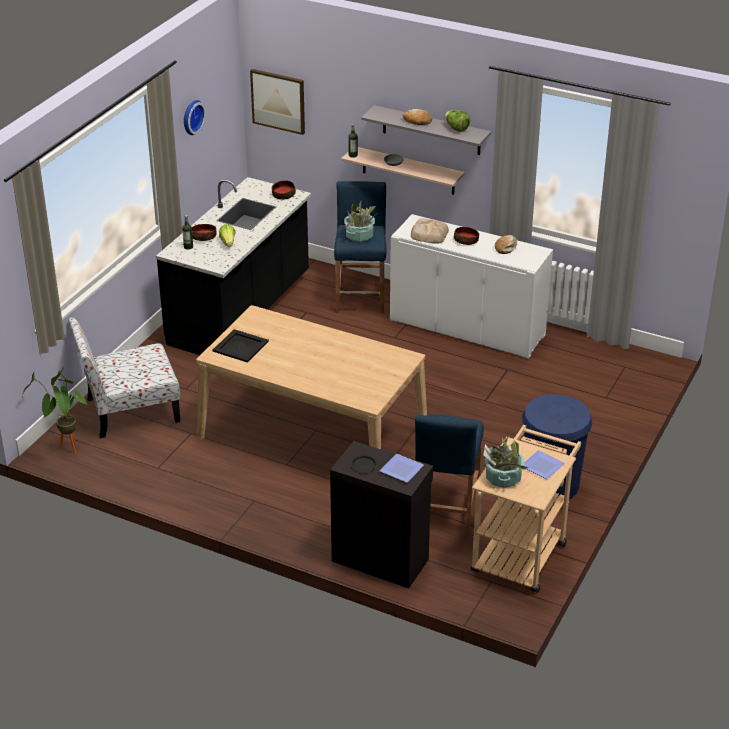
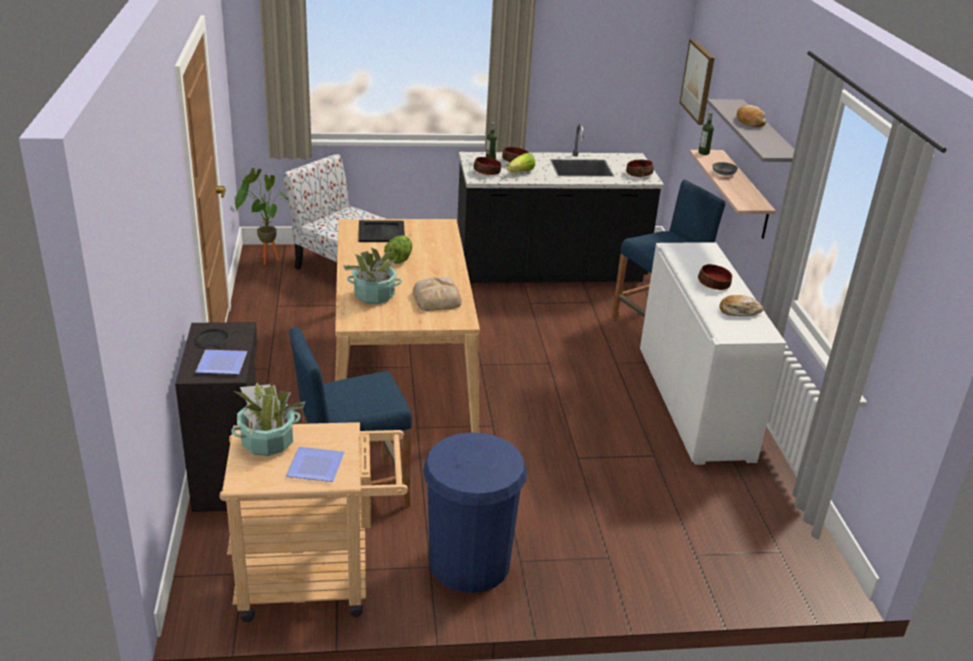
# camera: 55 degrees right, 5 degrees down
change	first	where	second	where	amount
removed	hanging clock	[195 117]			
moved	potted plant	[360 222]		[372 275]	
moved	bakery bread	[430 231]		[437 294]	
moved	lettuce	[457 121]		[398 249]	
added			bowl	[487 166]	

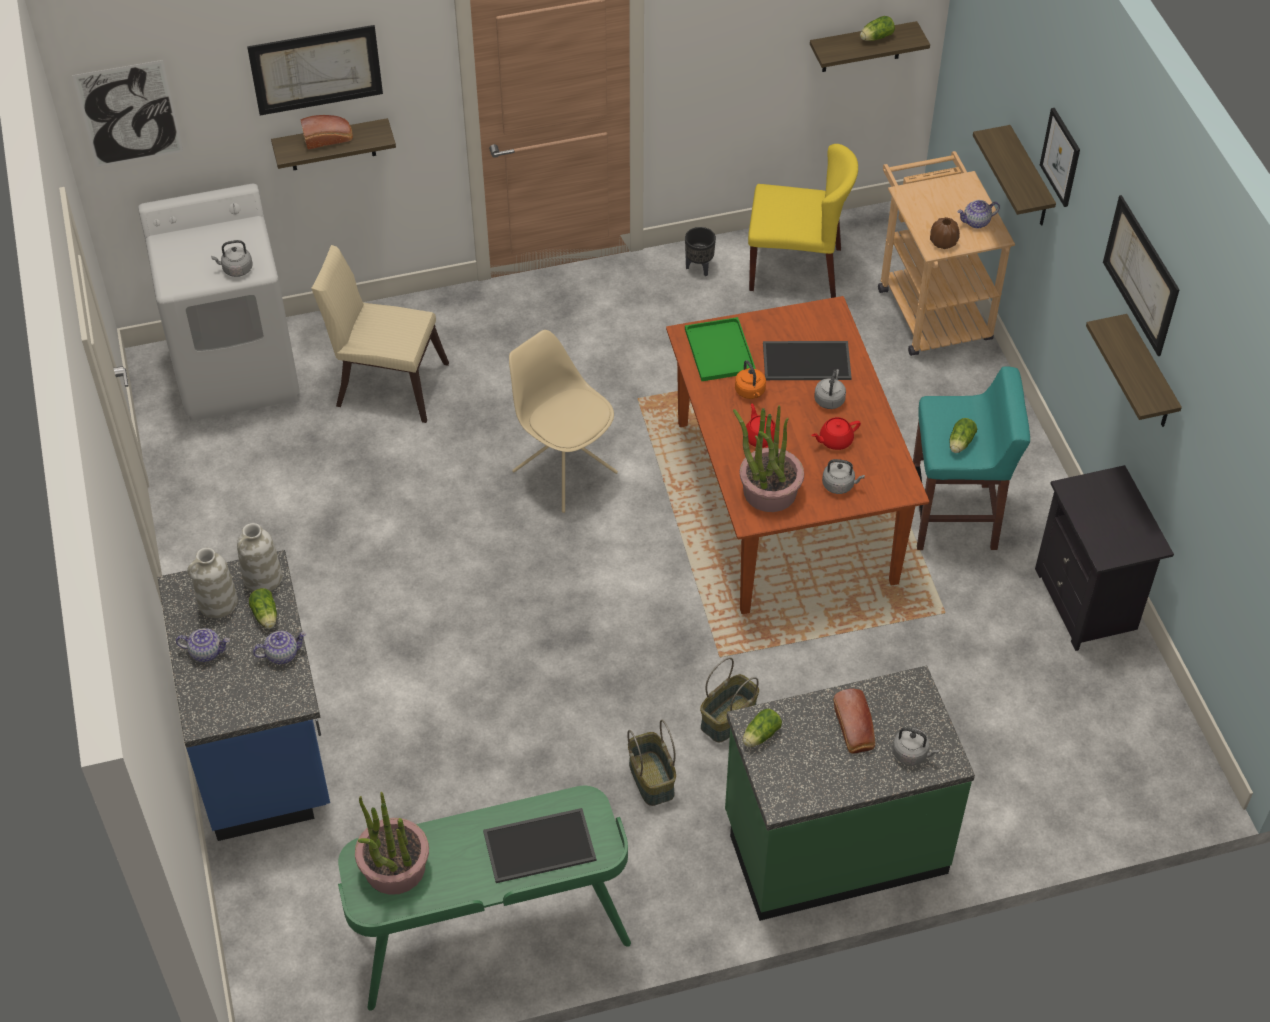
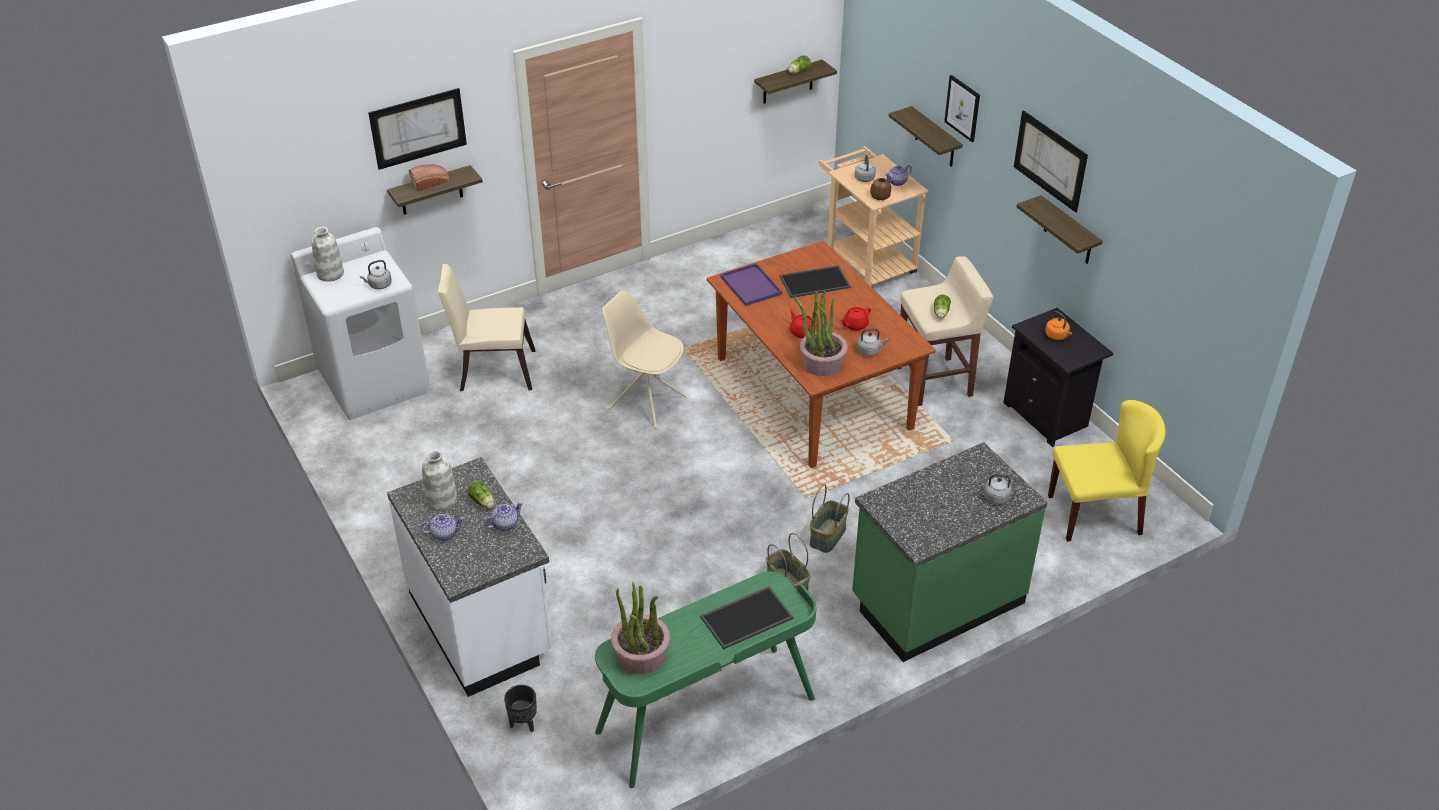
# camera: 15 degrees left, 10 degrees down
change	first	where	second	where	amount
removed	picture	[127 113]			
recoloured	kitchen base unit (blue)	[244 695]	kitchen base unit (white)	[469 577]	
moved	flower vase (white)	[259 557]		[328 254]	
moved	planter (blackish)	[700 251]		[520 708]	
recoloured	carrying tray (green-coloured)	[720 349]	carrying tray (purplish)	[751 284]	
moved	kettle (orange)	[750 379]		[1058 325]	
removed	lettuce	[762 728]			
moved	plain chair (yellowish)	[803 221]		[1107 471]	
moved	kettle (greyish)	[830 389]		[865 168]	
removed	bakery bread	[854 721]			
recoloured	stool seat (blue-green)	[971 458]	stool seat (beige-coloured)	[945 331]	

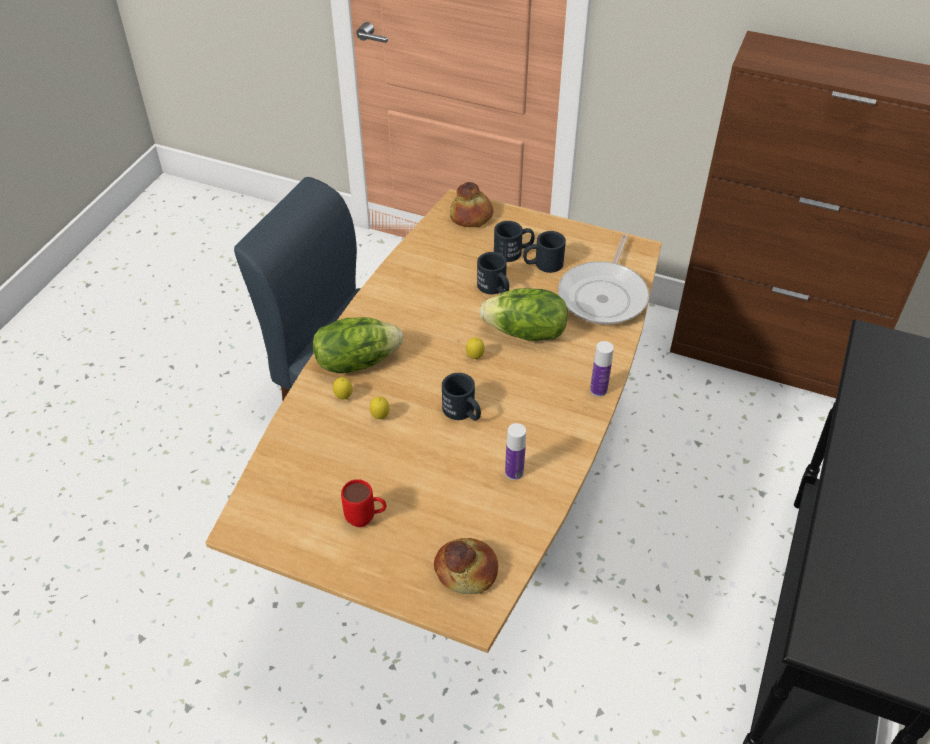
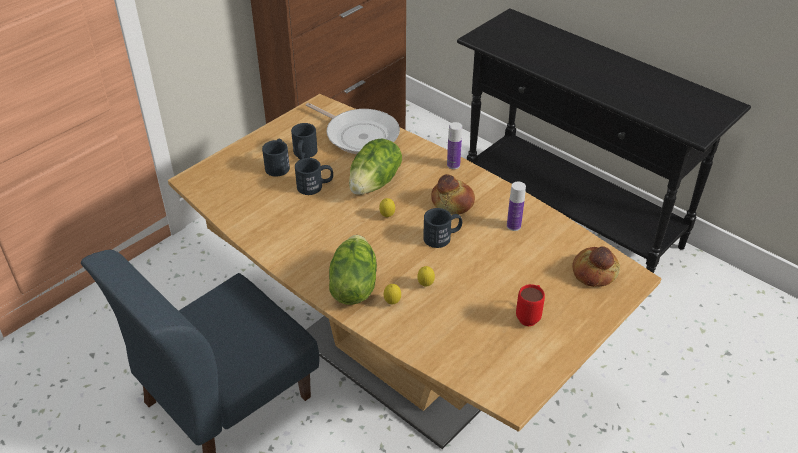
# camera: 70 degrees left, 5 degrees down
change	first	where	second	where	amount
moved	bakery bread	[471 204]		[453 194]	

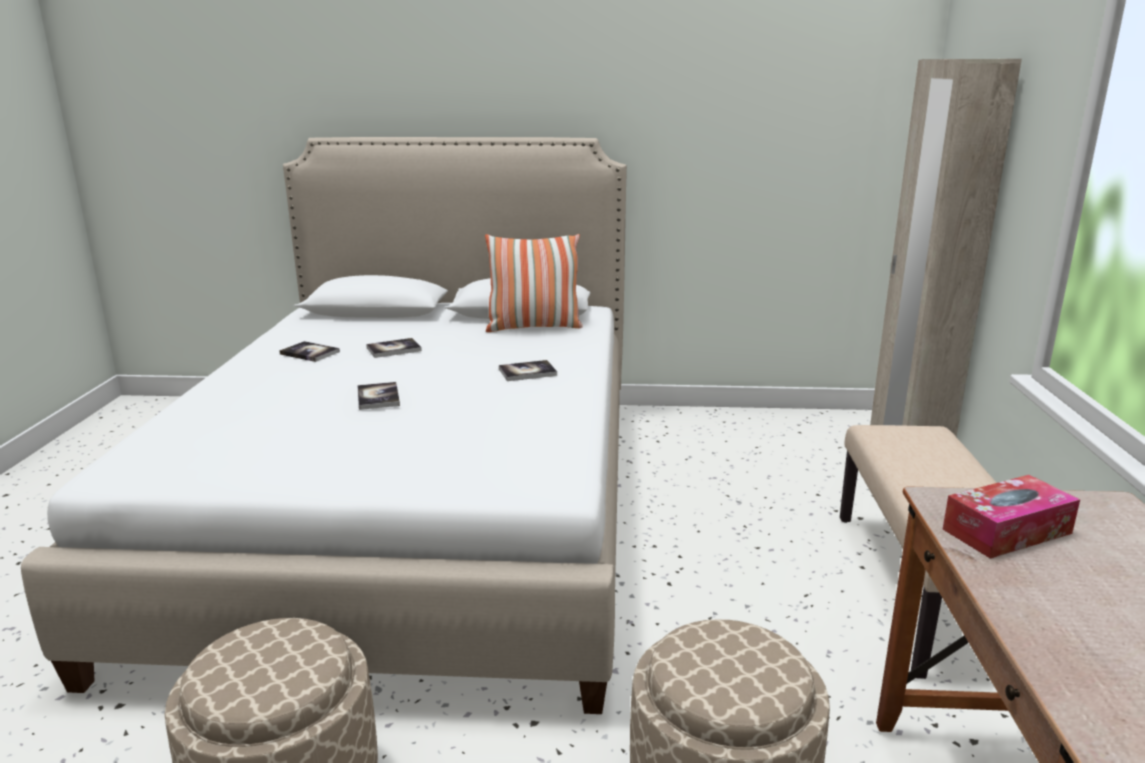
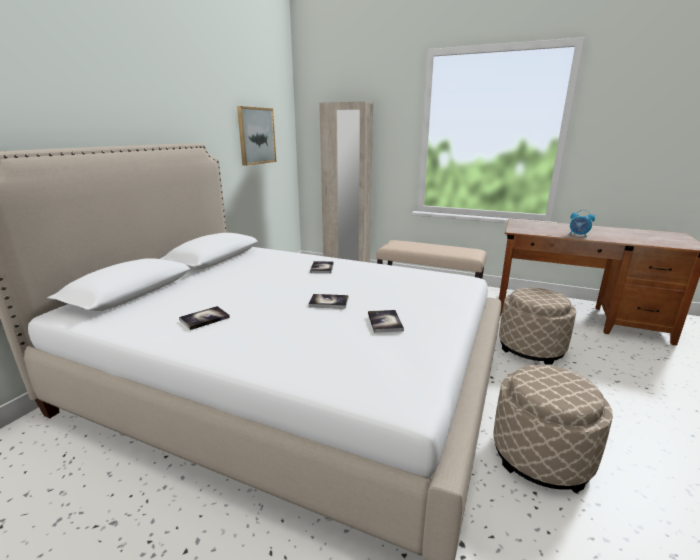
# camera: 70 degrees left, 0 degrees up
change	first	where	second	where	amount
moved	volume	[394 348]		[386 321]	
removed	throw pillow	[534 283]			
removed	box of tissues	[1011 517]			
added			picture	[256 136]	
added			bedside clock	[582 223]	

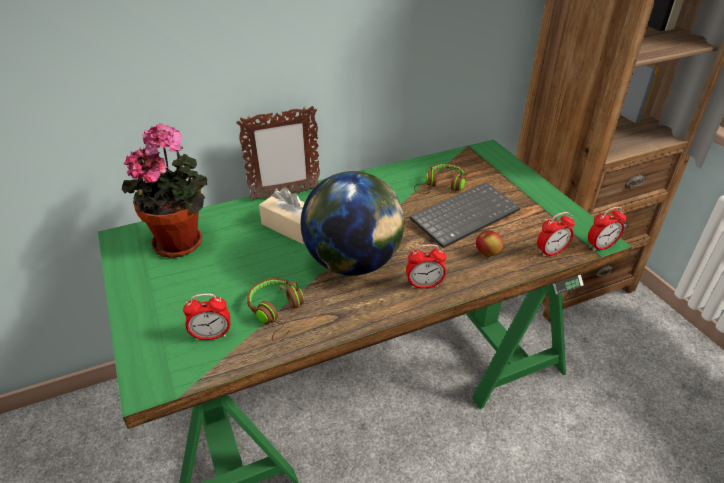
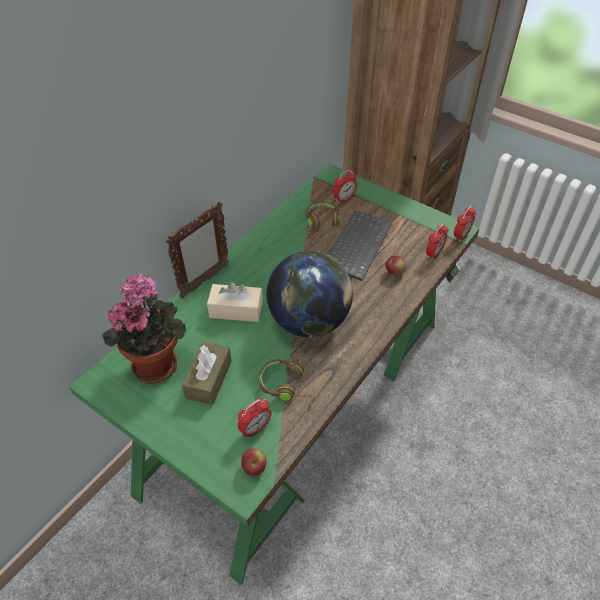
# camera: 30 degrees left, 10 degrees up
change	first	where	second	where	amount
moved	bedside clock	[426 266]		[345 187]	
added			box of tissues (brown)	[207 373]	
added			whole apple	[253 462]	

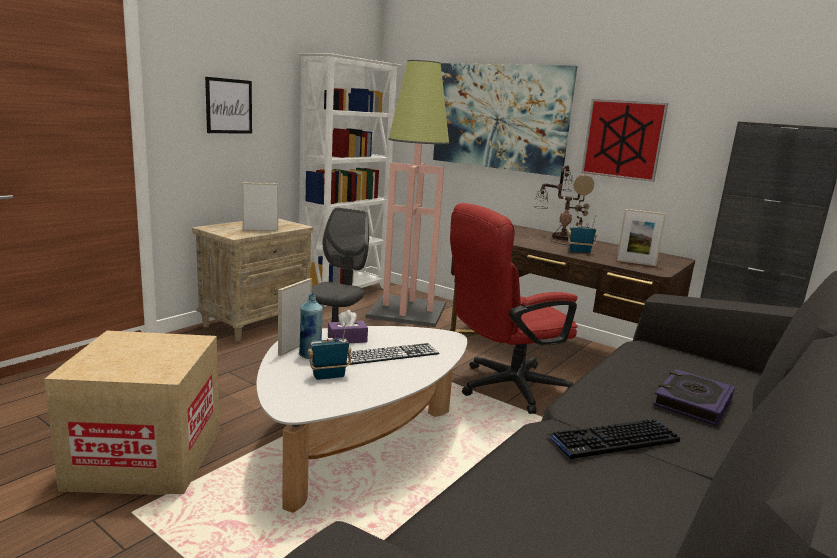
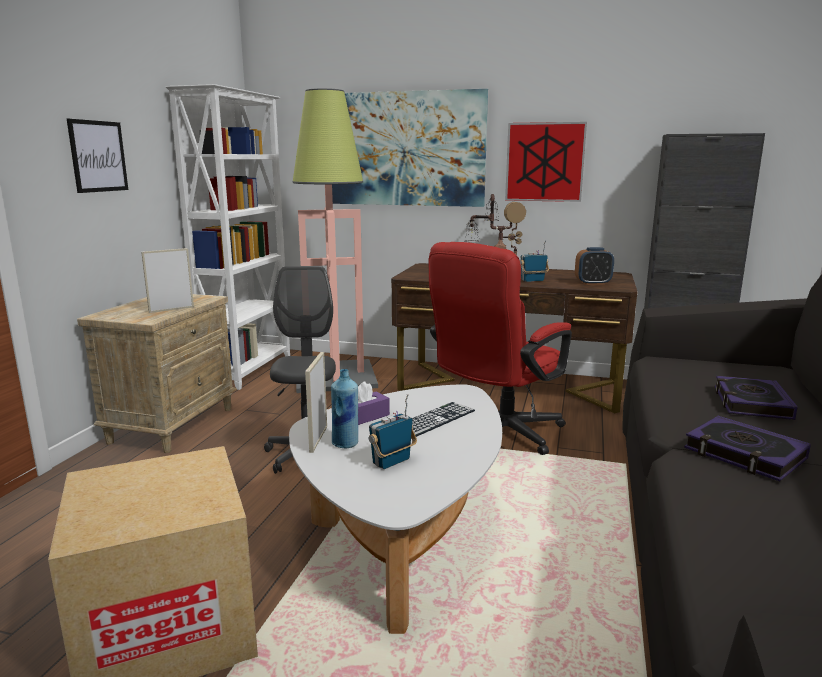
# camera: 20 degrees left, 0 degrees up
change	first	where	second	where	amount
replaced	computer keyboard	[613 439]	volume	[747 448]	
replaced	photo frame	[641 237]	bedside clock	[594 266]	

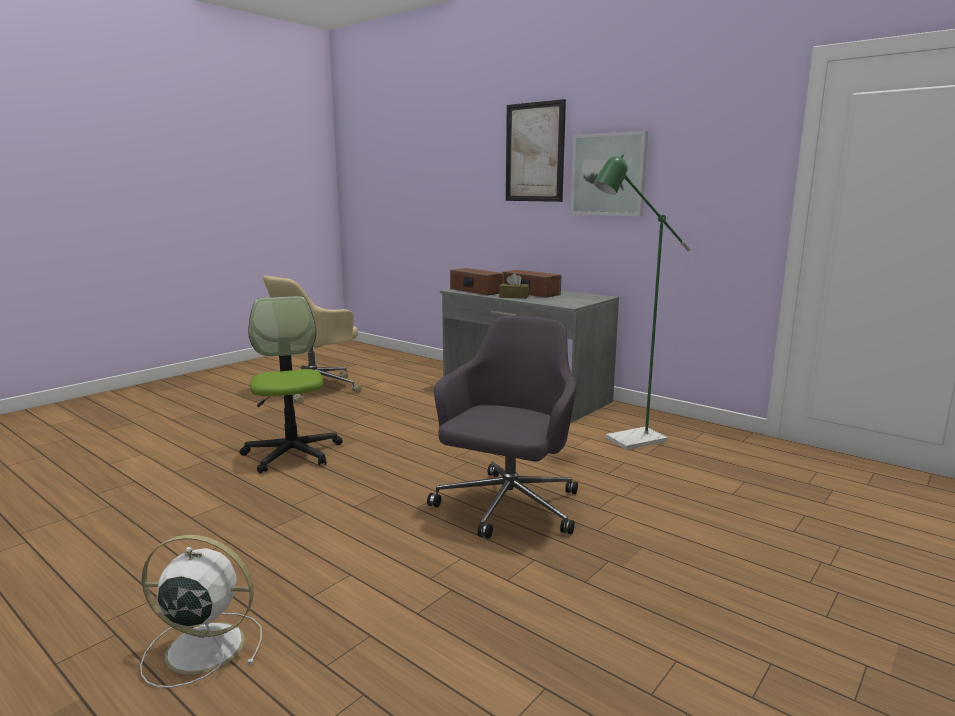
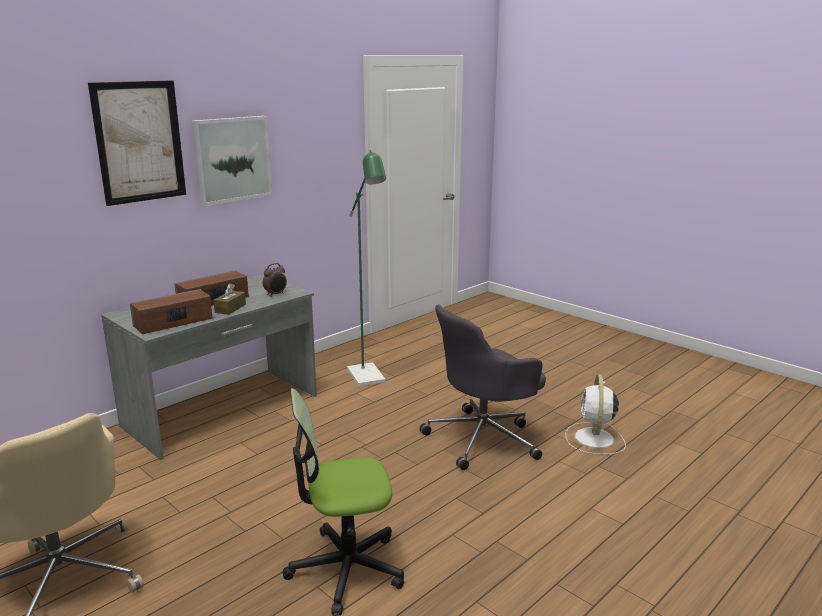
# camera: 85 degrees left, 5 degrees up
change	first	where	second	where	amount
moved	electric fan (white)	[201 611]		[596 414]	
turned	office chair (greyish)	[502 427]		[483 387]	60 degrees counterclockwise
added			bedside clock	[275 279]	

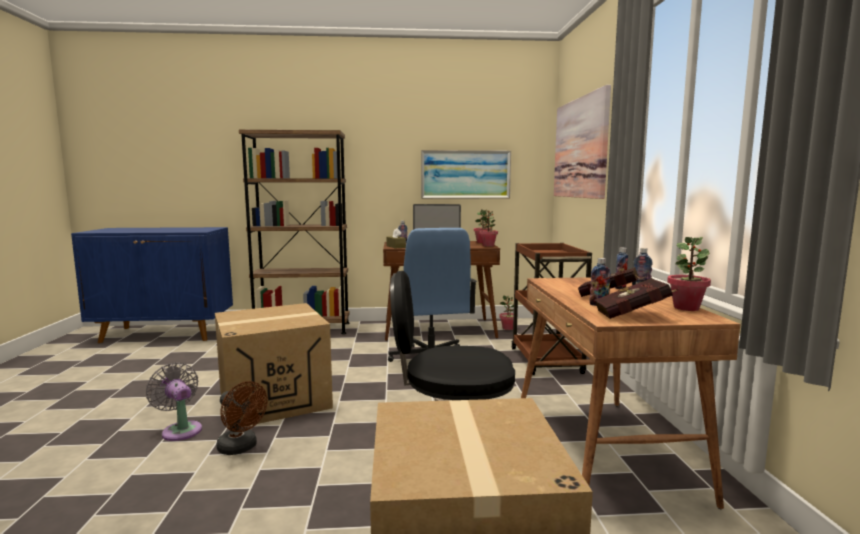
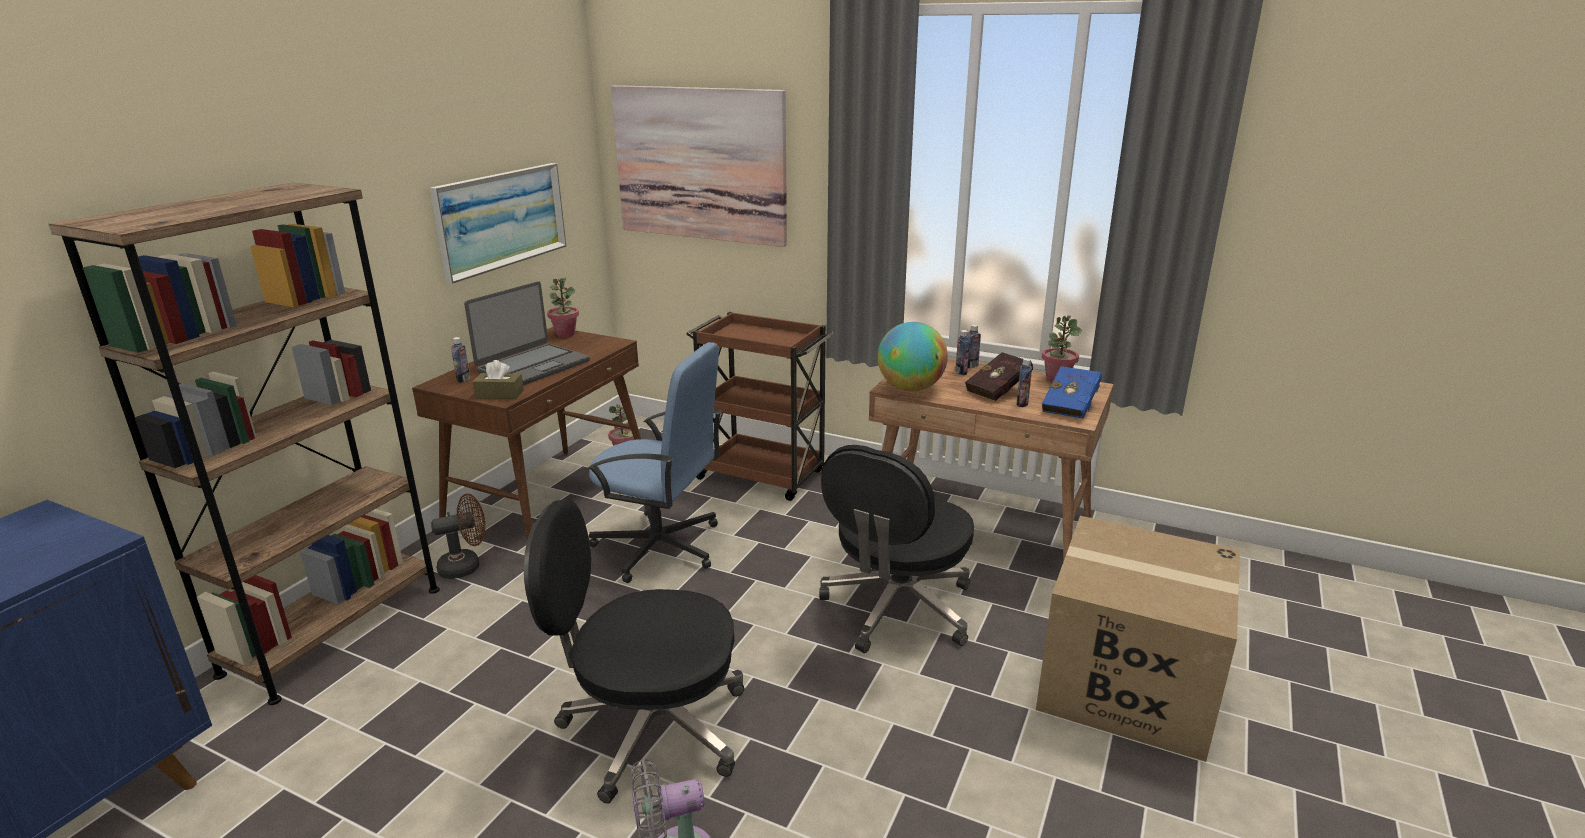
# camera: 60 degrees left, 15 degrees up
change	first	where	second	where	amount
replaced	carton	[274 365]	office chair (blackish)	[634 652]	
moved	electric fan (brown)	[241 418]		[458 536]	
removed	potted plant	[488 228]			
recoloured	volume (reddish)	[636 298]	volume (blue)	[1072 392]	
added			desk globe	[913 356]	

